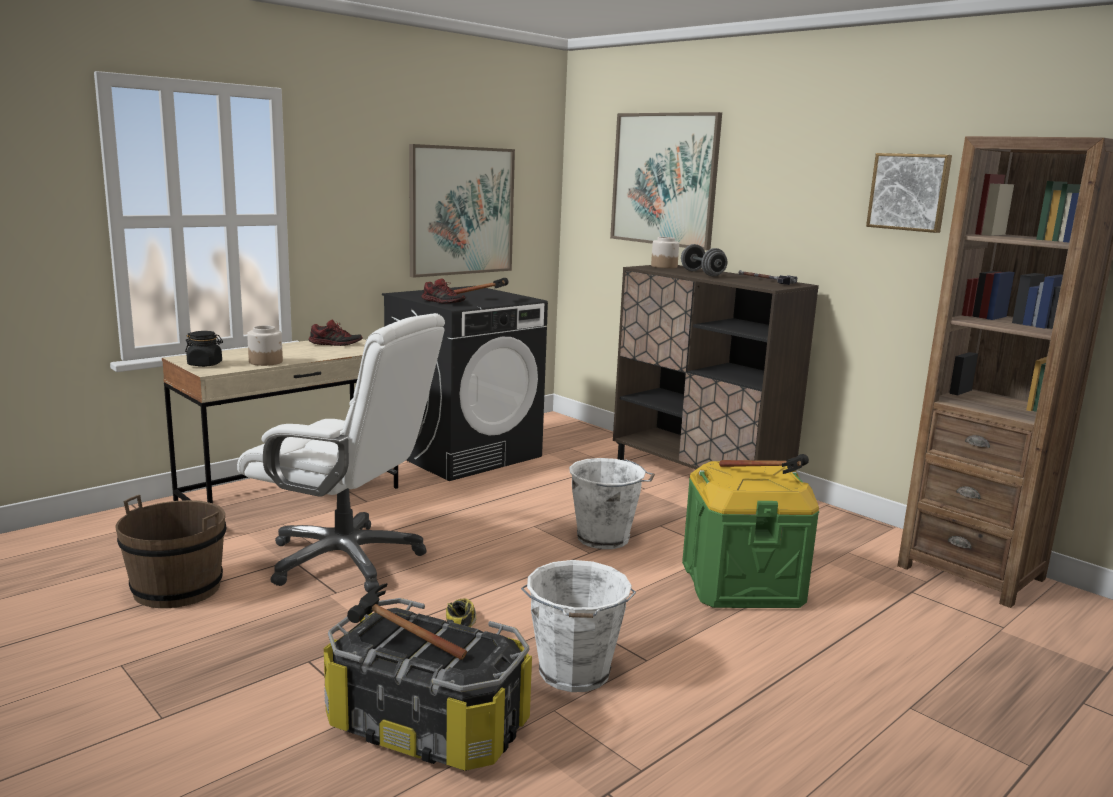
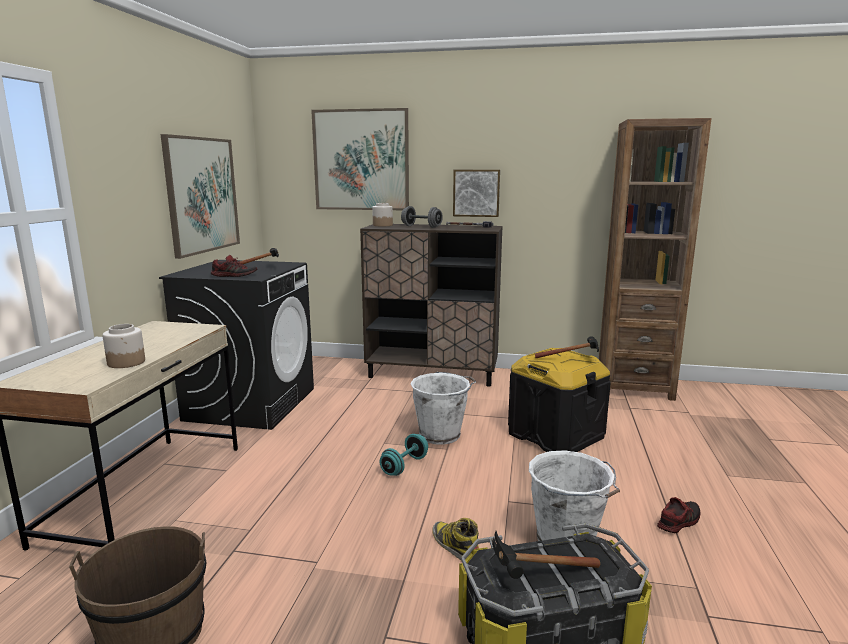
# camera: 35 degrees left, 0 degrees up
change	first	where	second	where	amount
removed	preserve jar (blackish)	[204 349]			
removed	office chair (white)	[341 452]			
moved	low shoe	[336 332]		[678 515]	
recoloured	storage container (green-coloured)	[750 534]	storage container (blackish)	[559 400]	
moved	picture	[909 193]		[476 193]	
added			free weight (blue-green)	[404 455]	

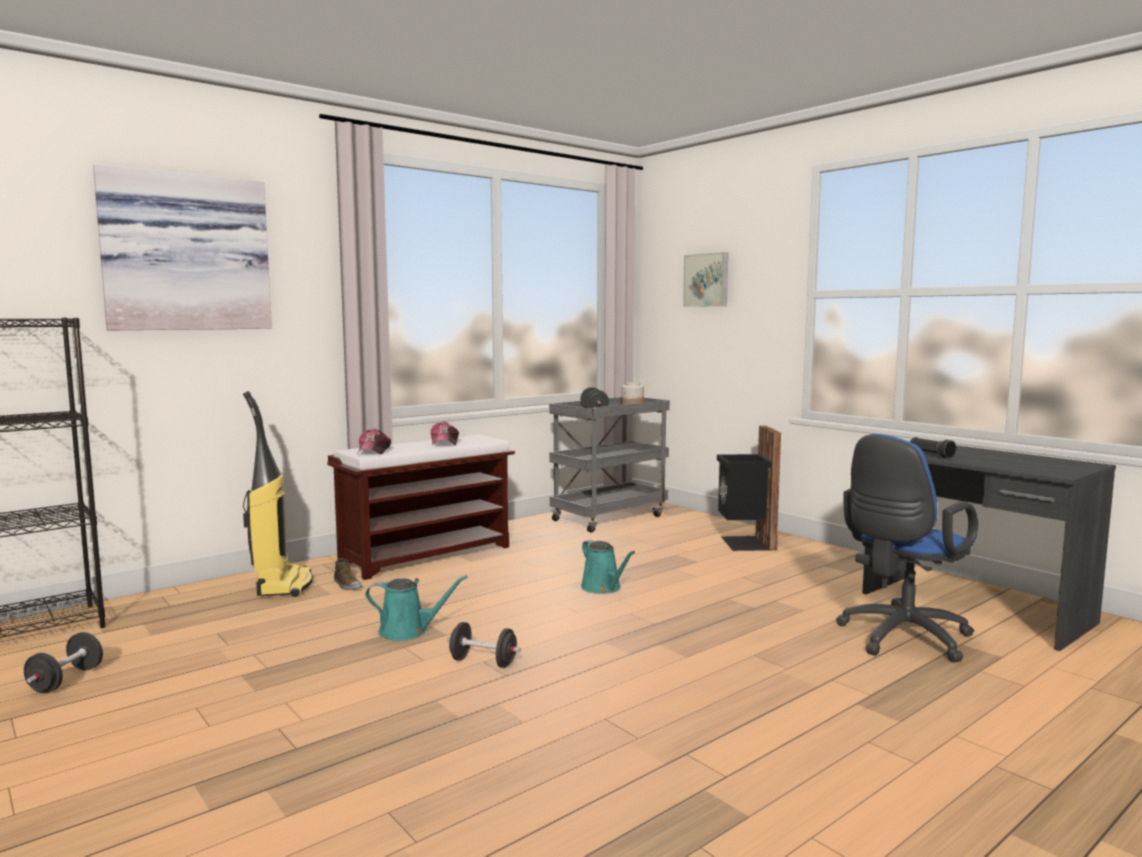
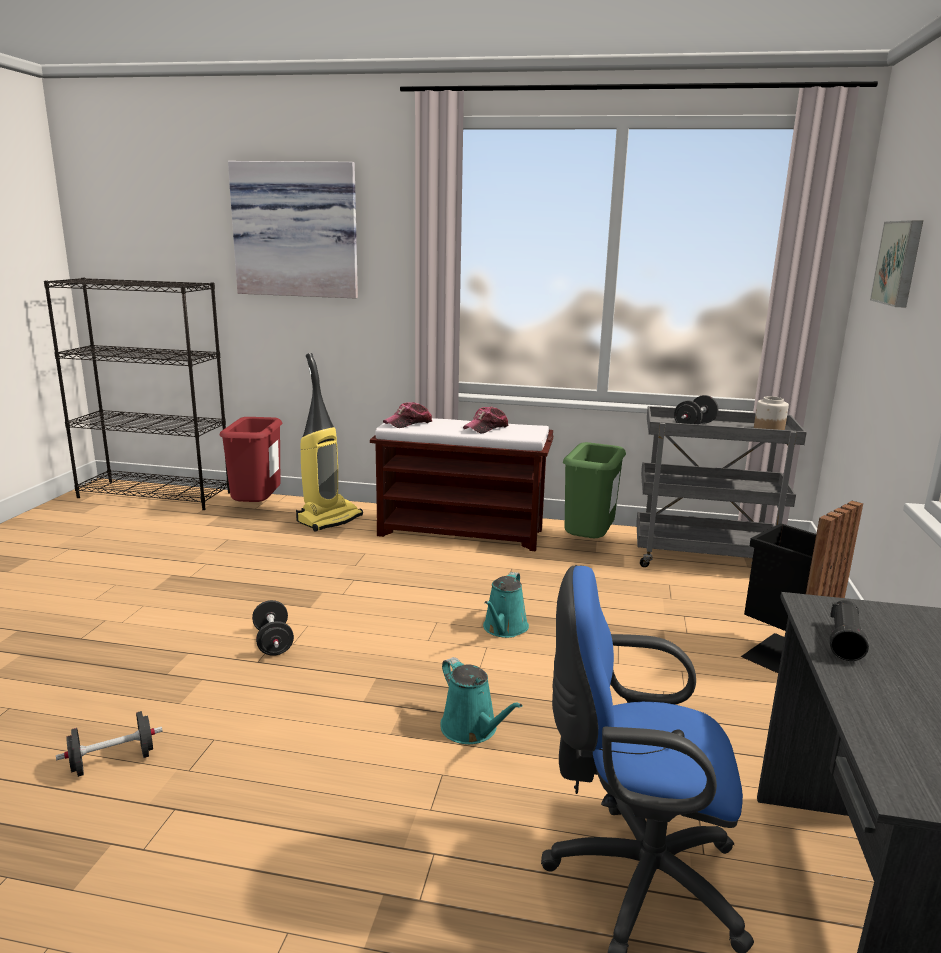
# camera: 50 degrees right, 10 degrees up
change	first	where	second	where	amount
moved	free weight (blackish)	[63 662]		[109 744]	
removed	low shoe	[348 574]			
moved	watering pot (blue-green)	[416 608]		[482 700]	
added			rubbish bin (reddish)	[250 459]	
added			rubbish bin (green-coloured)	[594 493]	

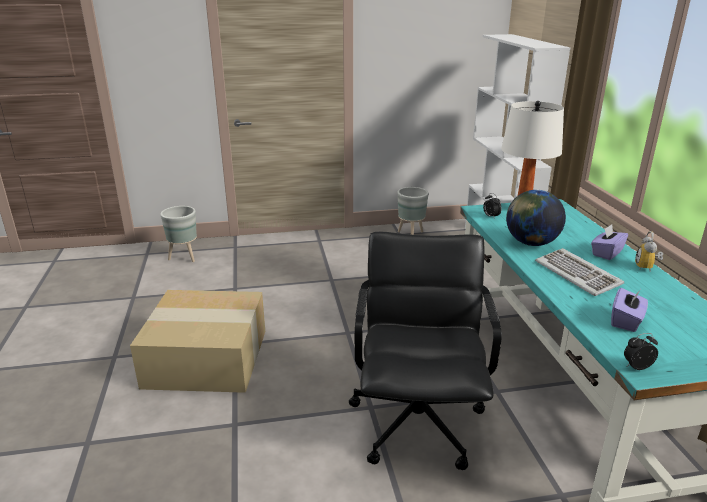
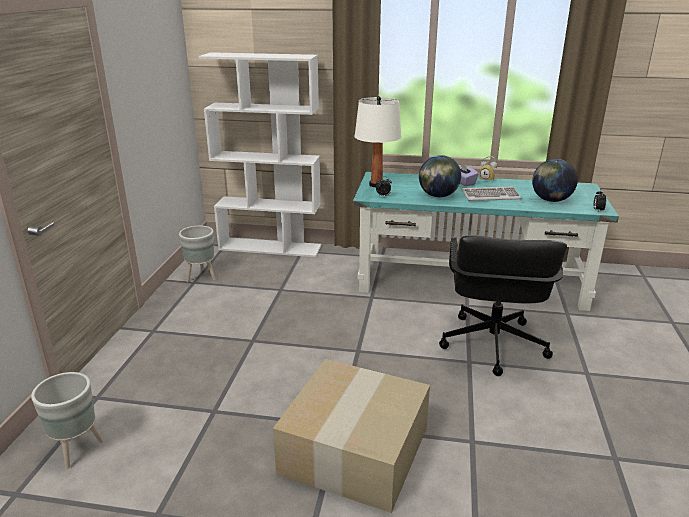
# camera: 70 degrees left, 0 degrees up
change	first	where	second	where	amount
turned	office chair (blackish)	[425 351]		[503 305]	105 degrees counterclockwise
replaced	box of tissues (purplish)	[629 310]	desk globe	[555 180]	

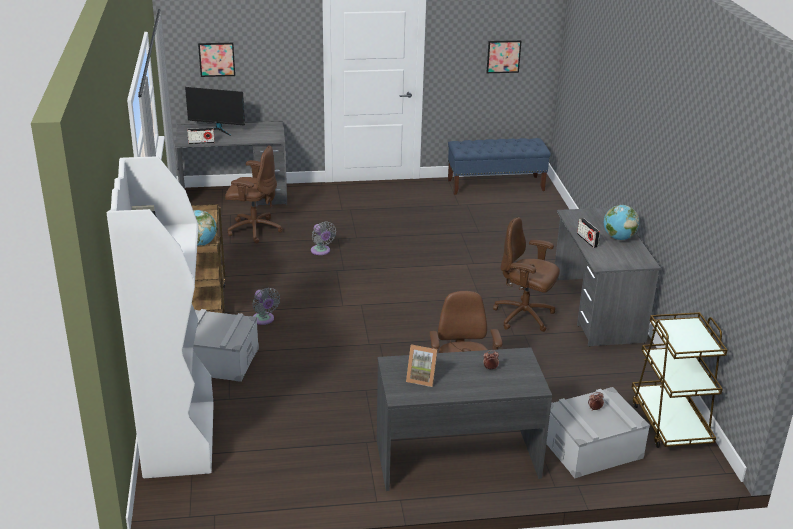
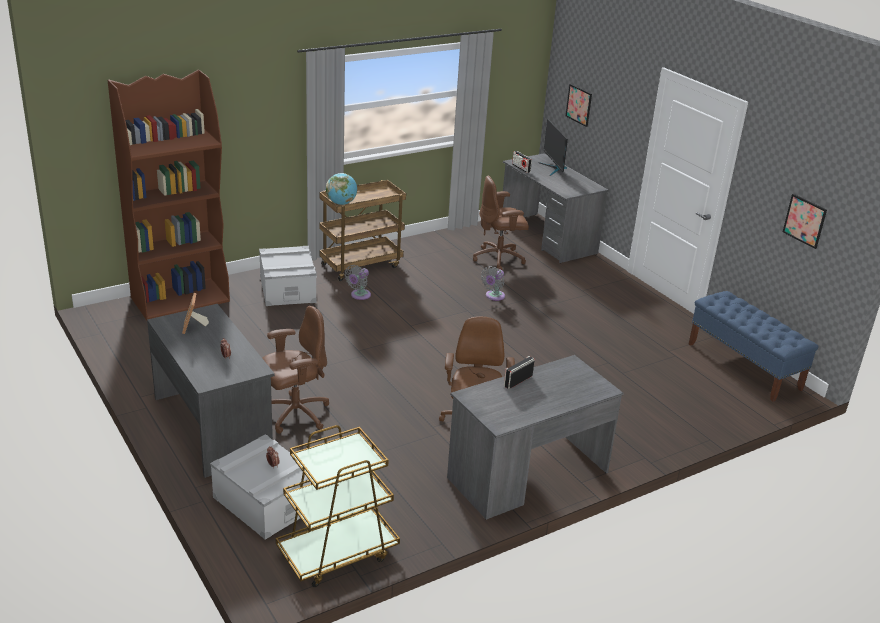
# camera: 65 degrees right, 0 degrees up
change	first	where	second	where	amount
recoloured	bookcase (white)	[160 317]	bookcase (brown)	[169 195]	
turned	office chair (brown)	[254 194]		[501 222]	90 degrees clockwise
removed	desk globe	[621 222]			

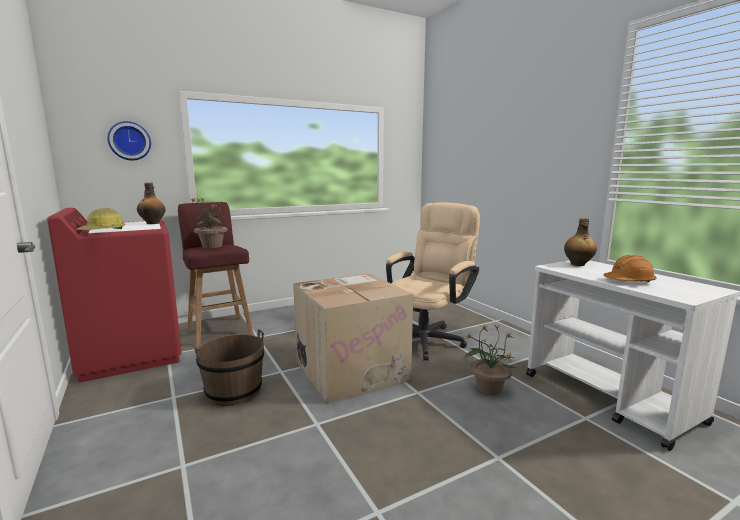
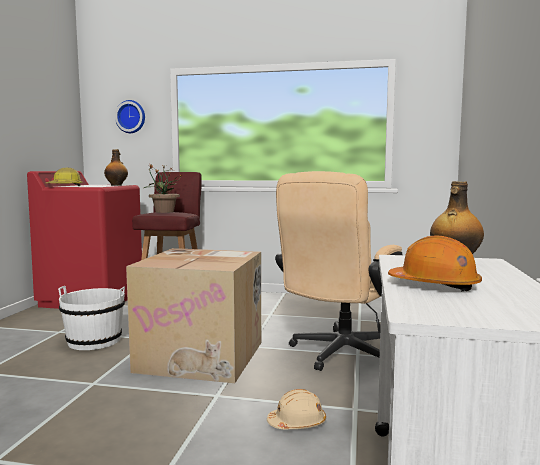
# camera: 40 degrees right, 5 degrees down
change	first	where	second	where	amount
recoloured	bucket (brown)	[229 367]	bucket (white)	[91 318]	
turned	office chair (beige-coloured)	[433 282]		[338 271]	135 degrees clockwise
replaced	potted plant	[489 359]	hard hat (beige-coloured)	[296 409]	

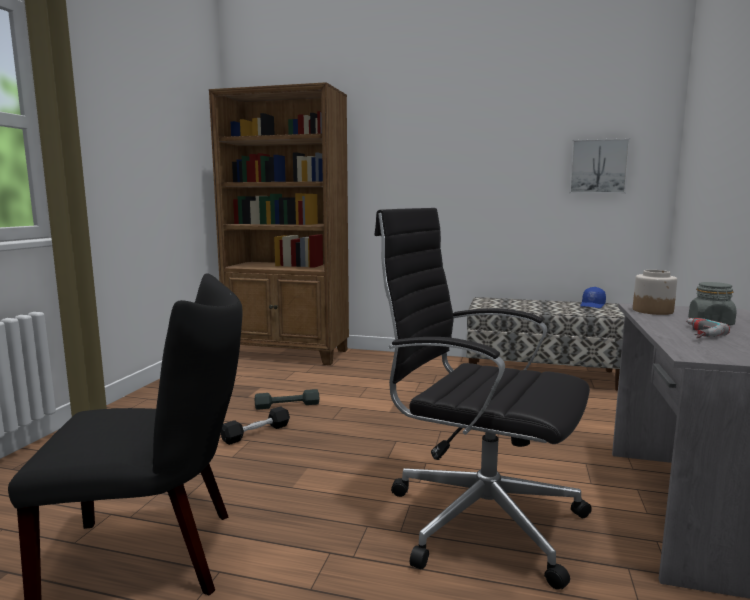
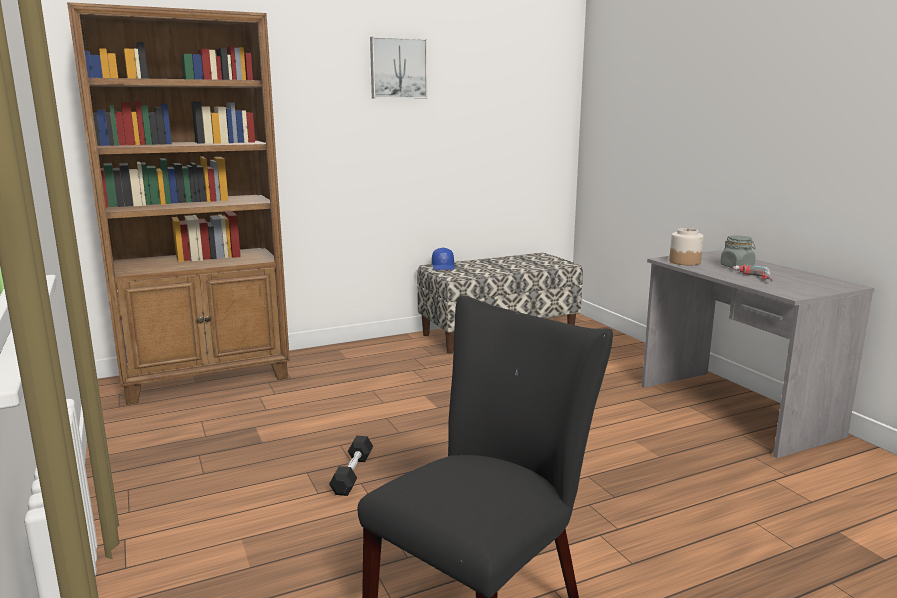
# camera: 40 degrees left, 5 degrees up
change	first	where	second	where	amount
removed	free weight (greyish)	[287 399]			
removed	office chair (blackish)	[483 399]			
moved	picture	[599 165]		[398 67]	
moved	cap (blue)	[593 297]		[443 259]	

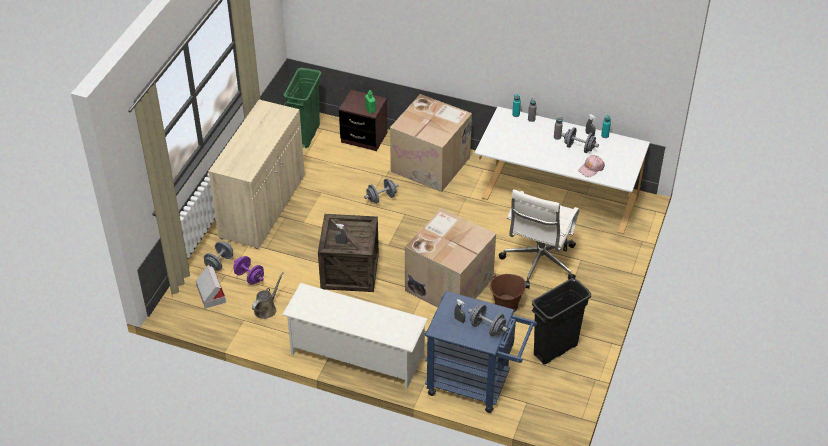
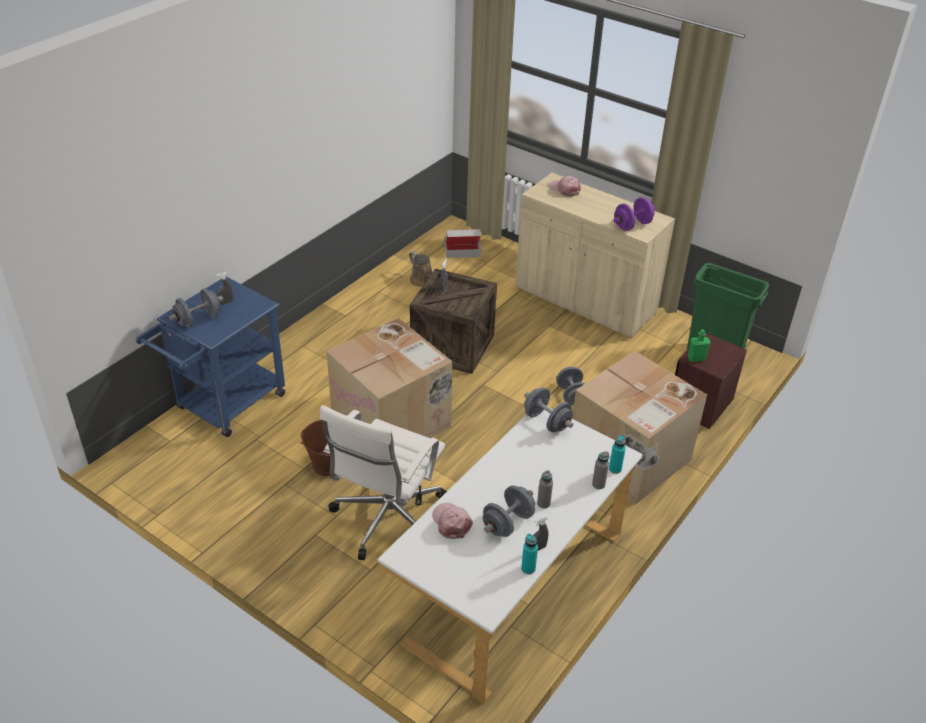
# camera: 105 degrees right, 5 degrees down
change	first	where	second	where	amount
moved	free weight (greyish)	[218 256]		[548 409]	
moved	free weight (purplish)	[248 270]		[634 214]	
removed	shoe shelf (white)	[355 336]			
turned	office chair (white)	[539 238]		[383 482]	105 degrees counterclockwise
removed	rubbish bin (blackish)	[561 321]			
added			cap (pink-coloured)	[565 186]	

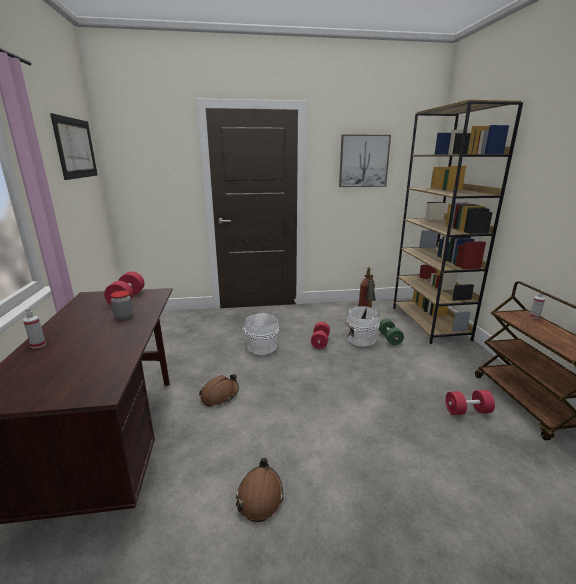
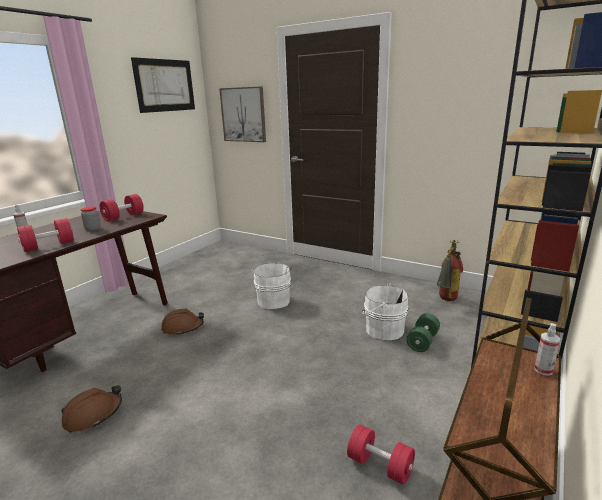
# camera: 40 degrees right, 0 degrees up
change	first	where	second	where	amount
moved	free weight (reddish)	[320 335]		[45 235]	
moved	picture	[365 160]		[242 114]	

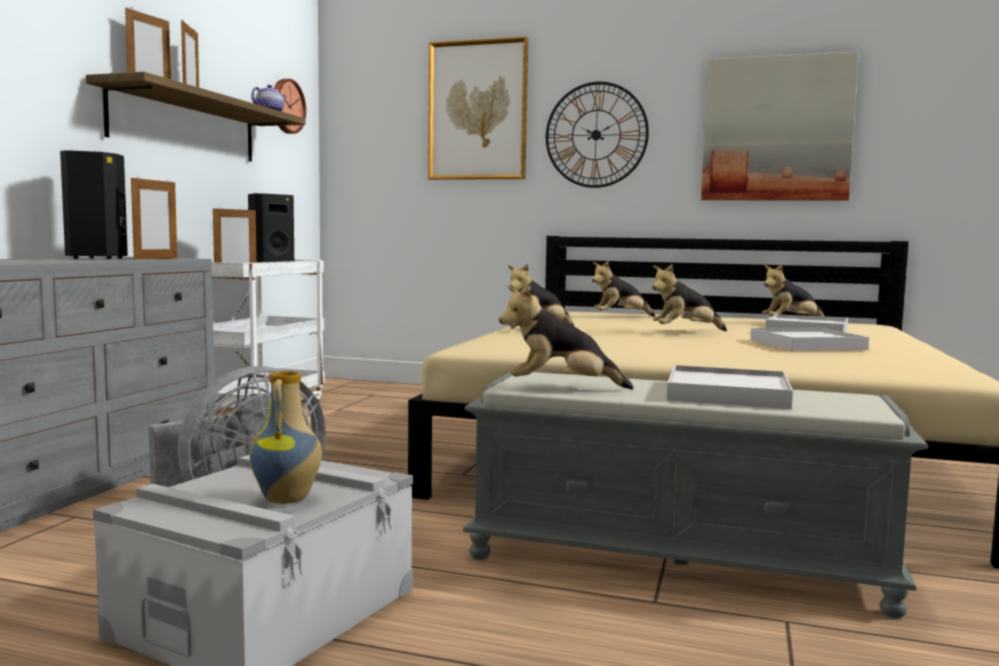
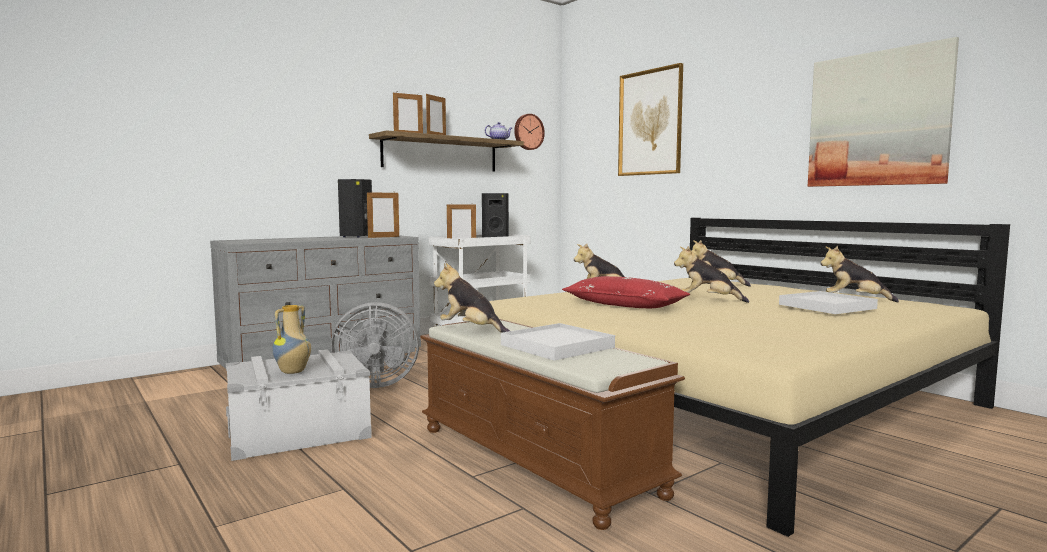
# camera: 35 degrees right, 0 degrees up
change	first	where	second	where	amount
recoloured	bench (greyish)	[695 495]	bench (brown)	[553 424]	
removed	hanging clock	[597 135]			
removed	carrying tray (white)	[809 339]			
added			throw pillow (reddish)	[626 292]	

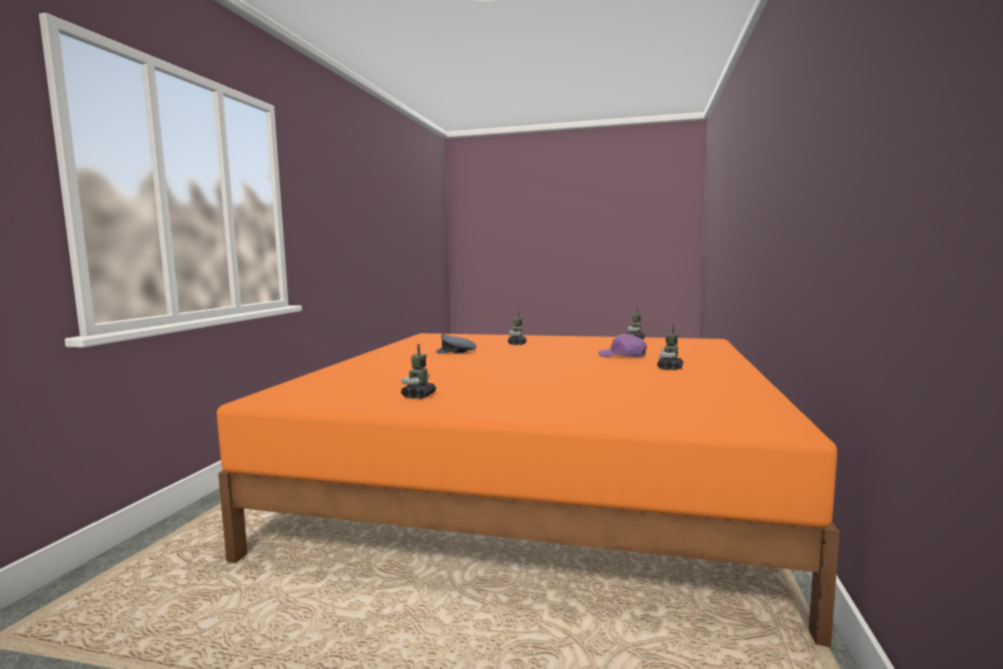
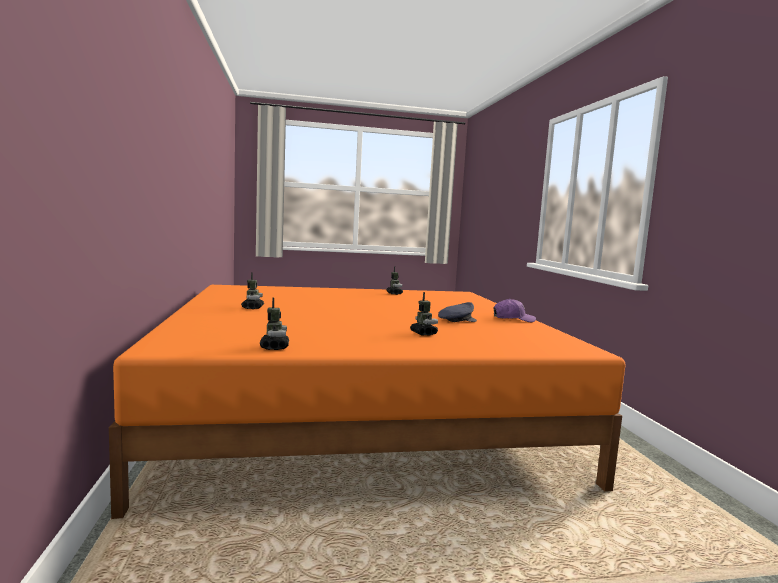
# camera: 155 degrees right, 0 degrees up
change	first	where	second	where	amount
moved	cap (purplish)	[623 345]		[515 310]	

